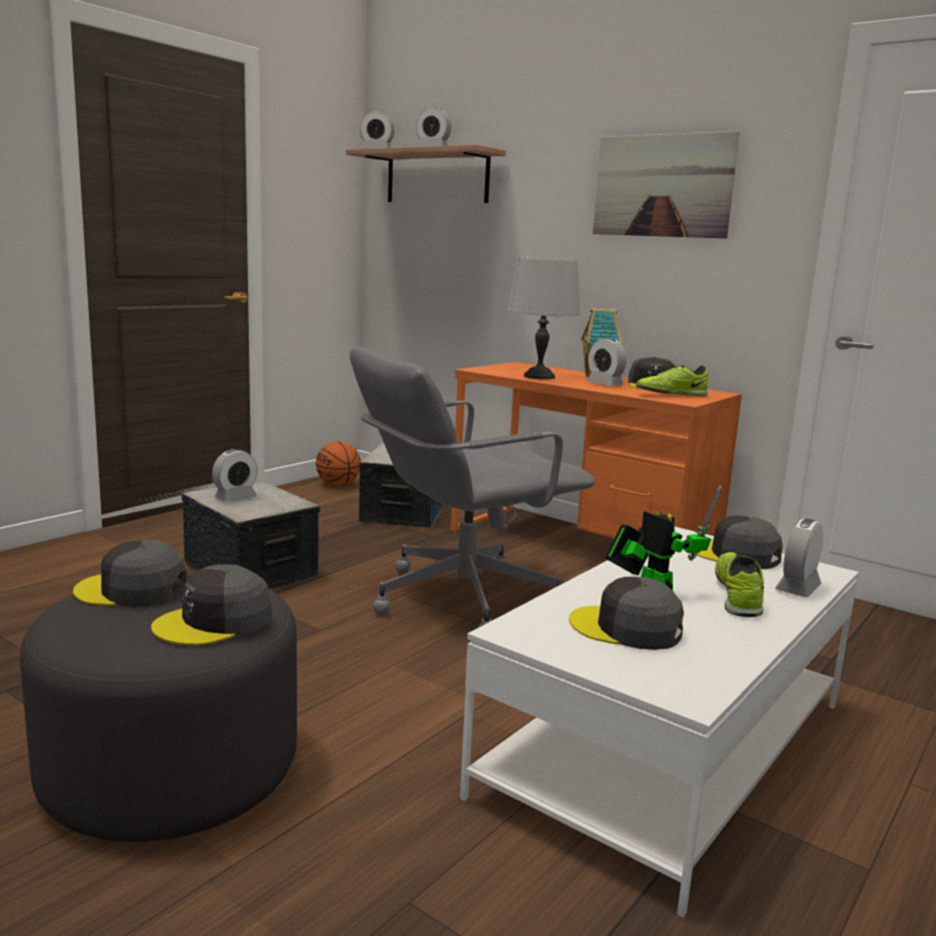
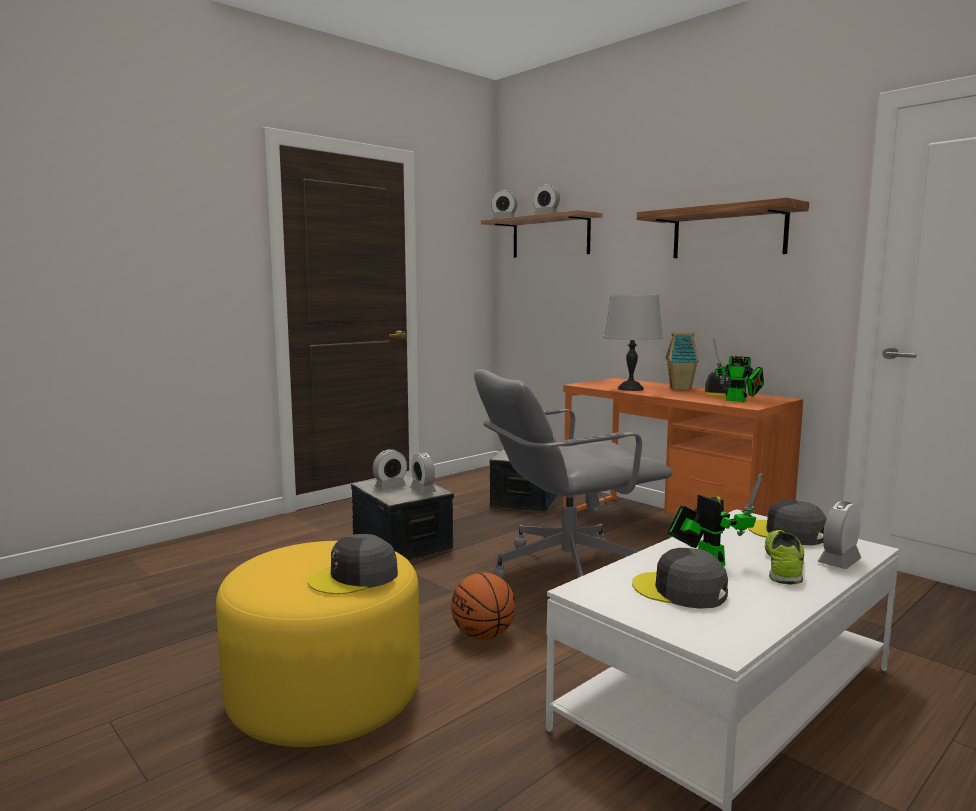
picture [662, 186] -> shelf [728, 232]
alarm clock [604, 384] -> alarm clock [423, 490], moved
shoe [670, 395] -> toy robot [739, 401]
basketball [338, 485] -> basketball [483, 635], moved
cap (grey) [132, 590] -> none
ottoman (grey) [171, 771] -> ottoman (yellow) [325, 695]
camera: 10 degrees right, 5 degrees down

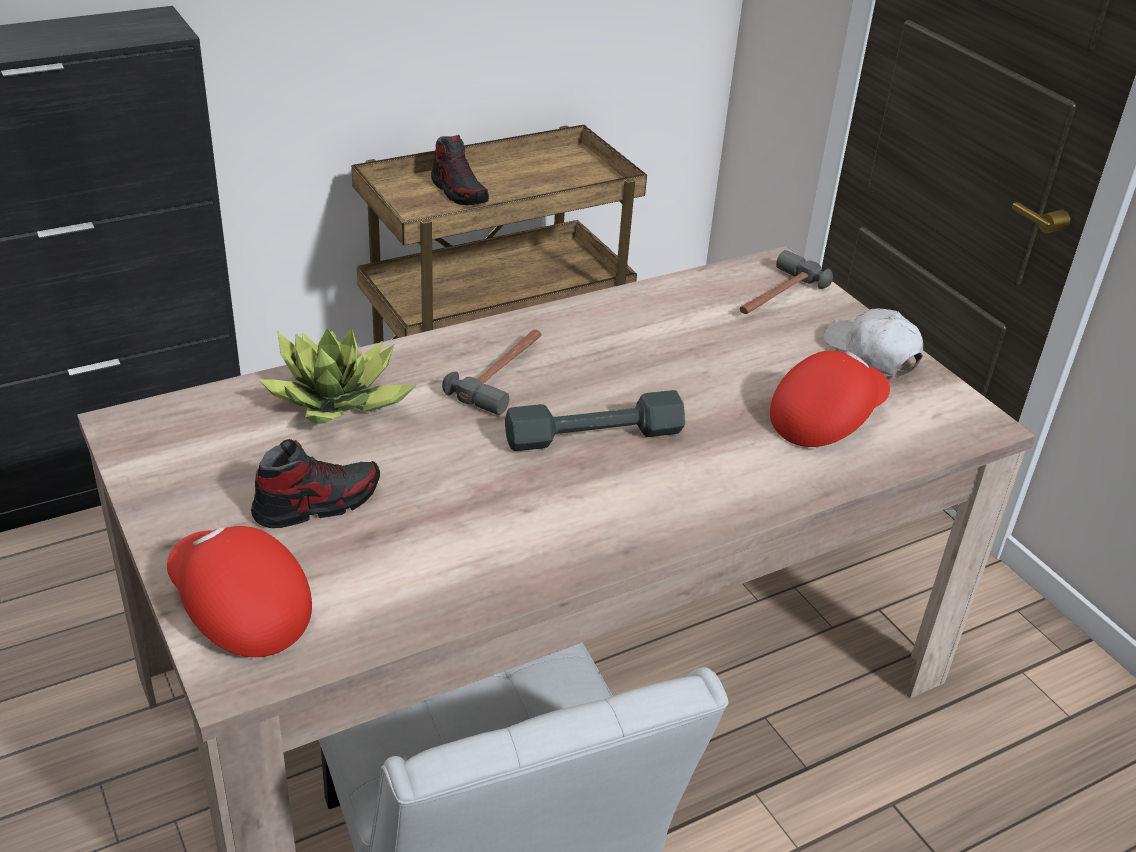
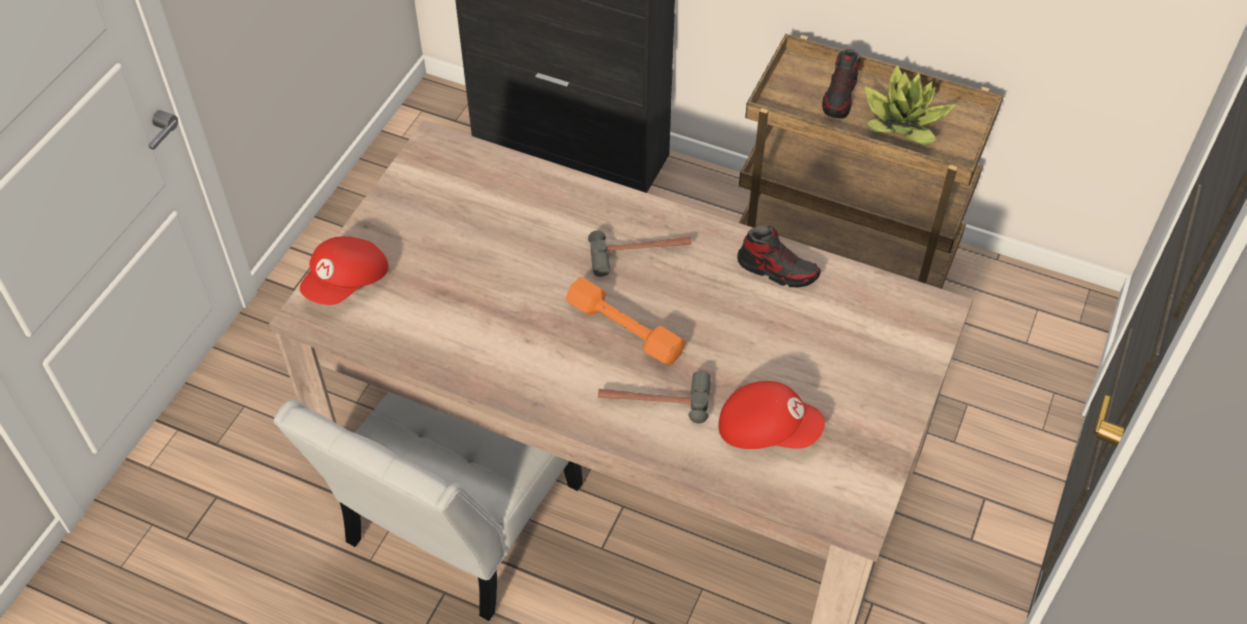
hammer [775, 296] -> hammer [653, 400], moved
cap (white) [871, 353] -> none
potted plant [337, 401] -> potted plant [903, 123], moved
dumbbell (grey) [594, 436] -> dumbbell (orange) [624, 329]
shoe [317, 503] -> shoe [777, 270], moved
cap (red) [239, 610] -> cap (red) [348, 283], 150 degrees counterclockwise
camera: 55 degrees right, 15 degrees up

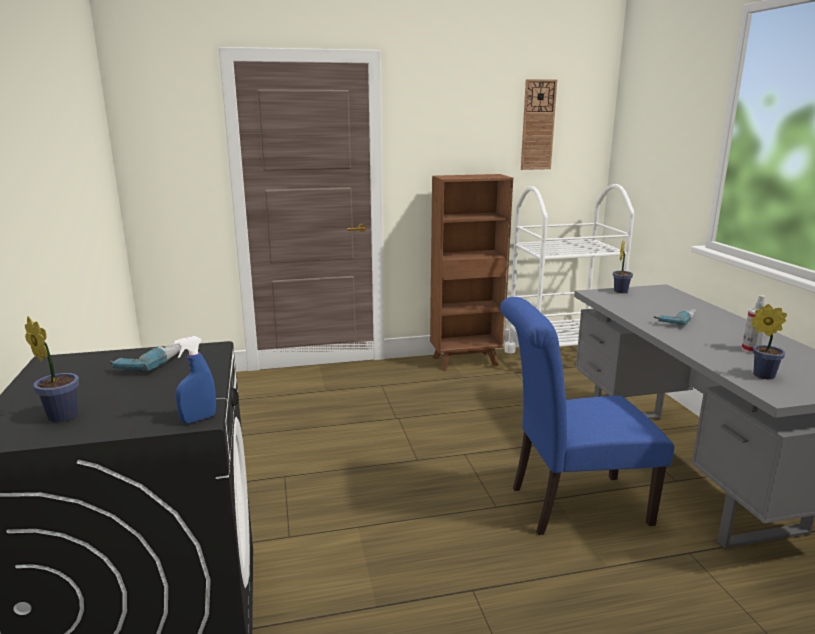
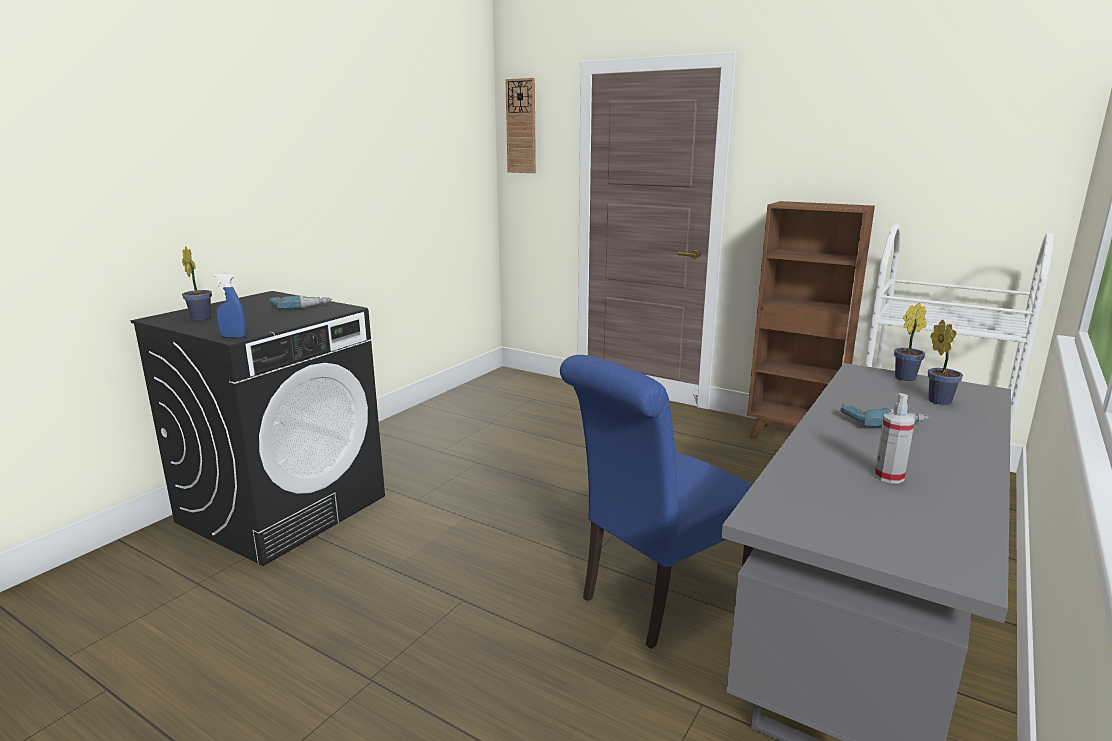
wall clock [538, 125] -> wall clock [521, 126], moved
chair (blue) [570, 505] -> chair (blue) [657, 597], 75 degrees counterclockwise
potted plant [760, 375] -> potted plant [937, 400], moved
camera: 45 degrees right, 0 degrees up

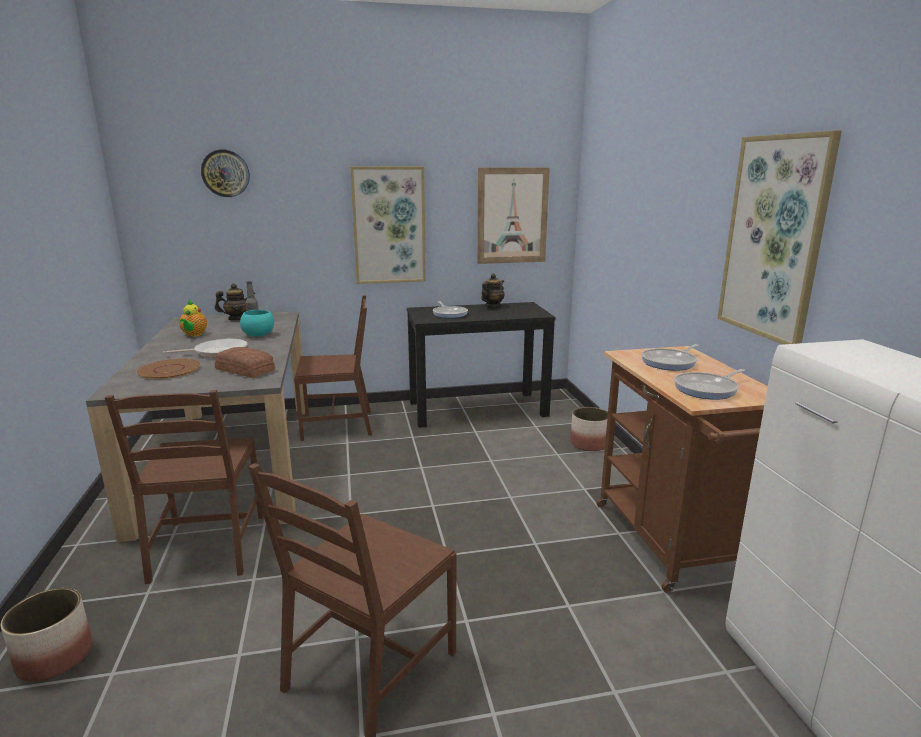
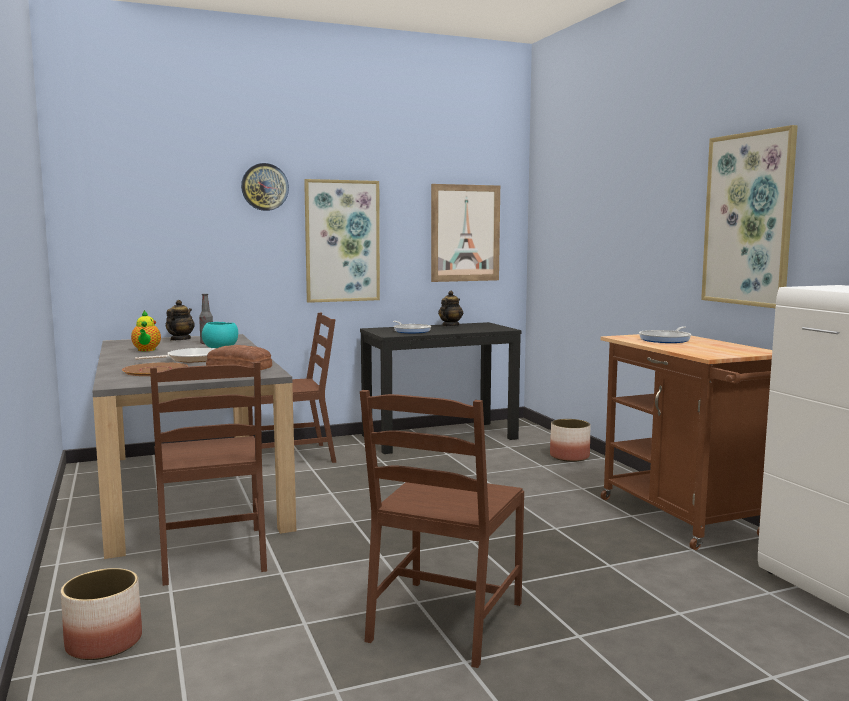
wall clock [225, 173] -> wall clock [264, 187], moved
teapot [237, 319] -> teapot [180, 339], 45 degrees counterclockwise
frying pan [708, 389] -> none
camera: 10 degrees left, 10 degrees down

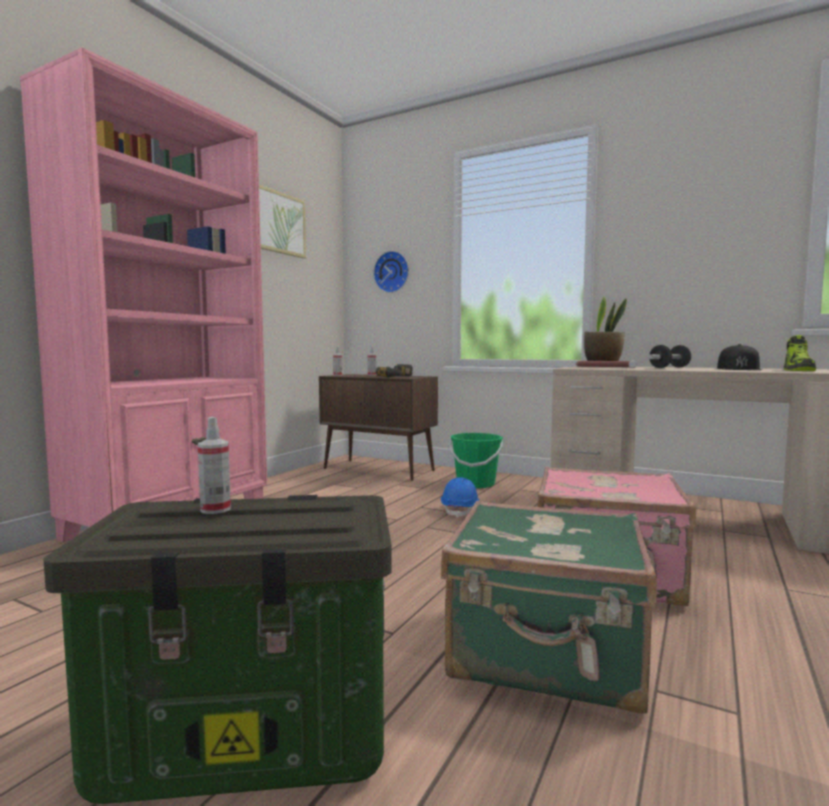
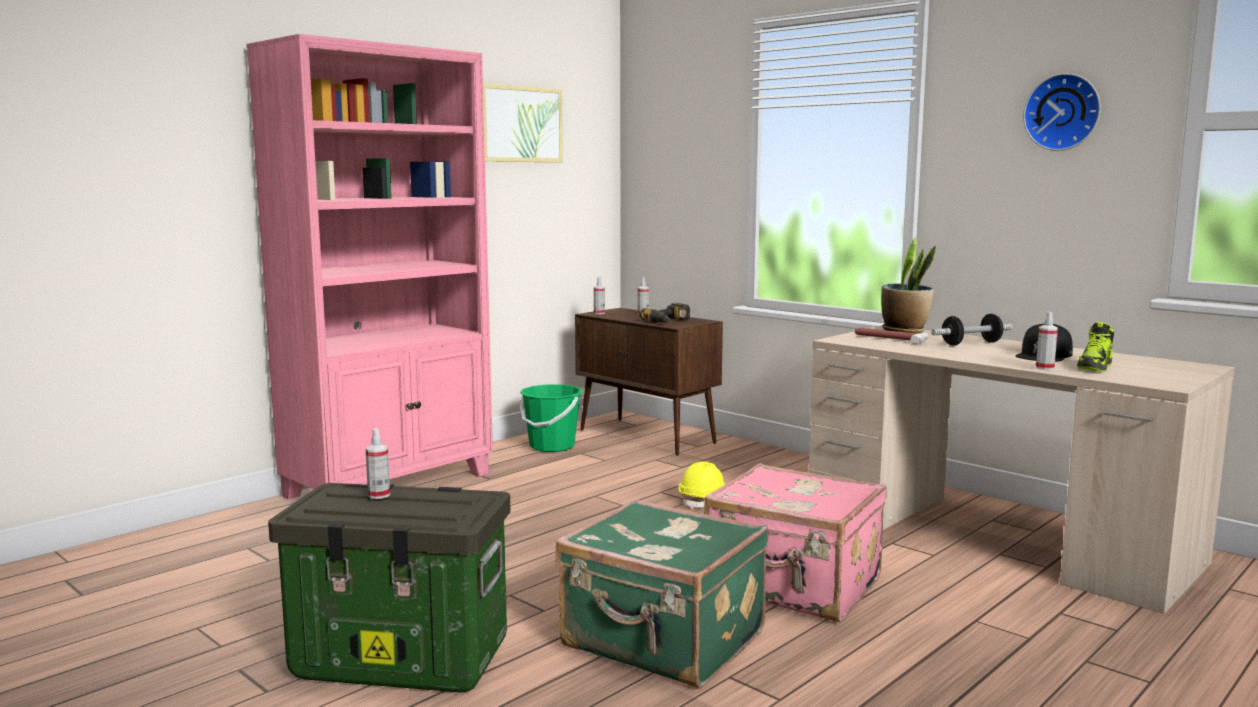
wall clock [392, 272] -> wall clock [1063, 112], moved
bucket (green) [475, 484] -> bucket (green) [552, 446], moved
hard hat (blue) [460, 510] -> hard hat (yellow) [704, 500]
none -> spray bottle [1045, 368]
camera: 15 degrees right, 5 degrees up

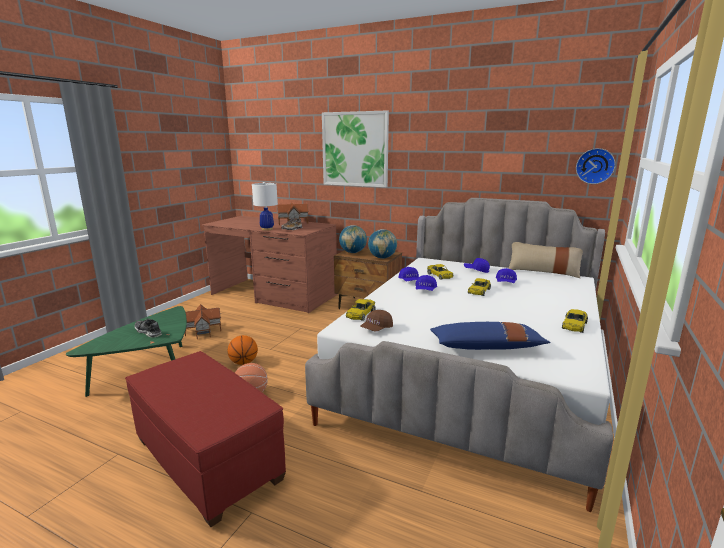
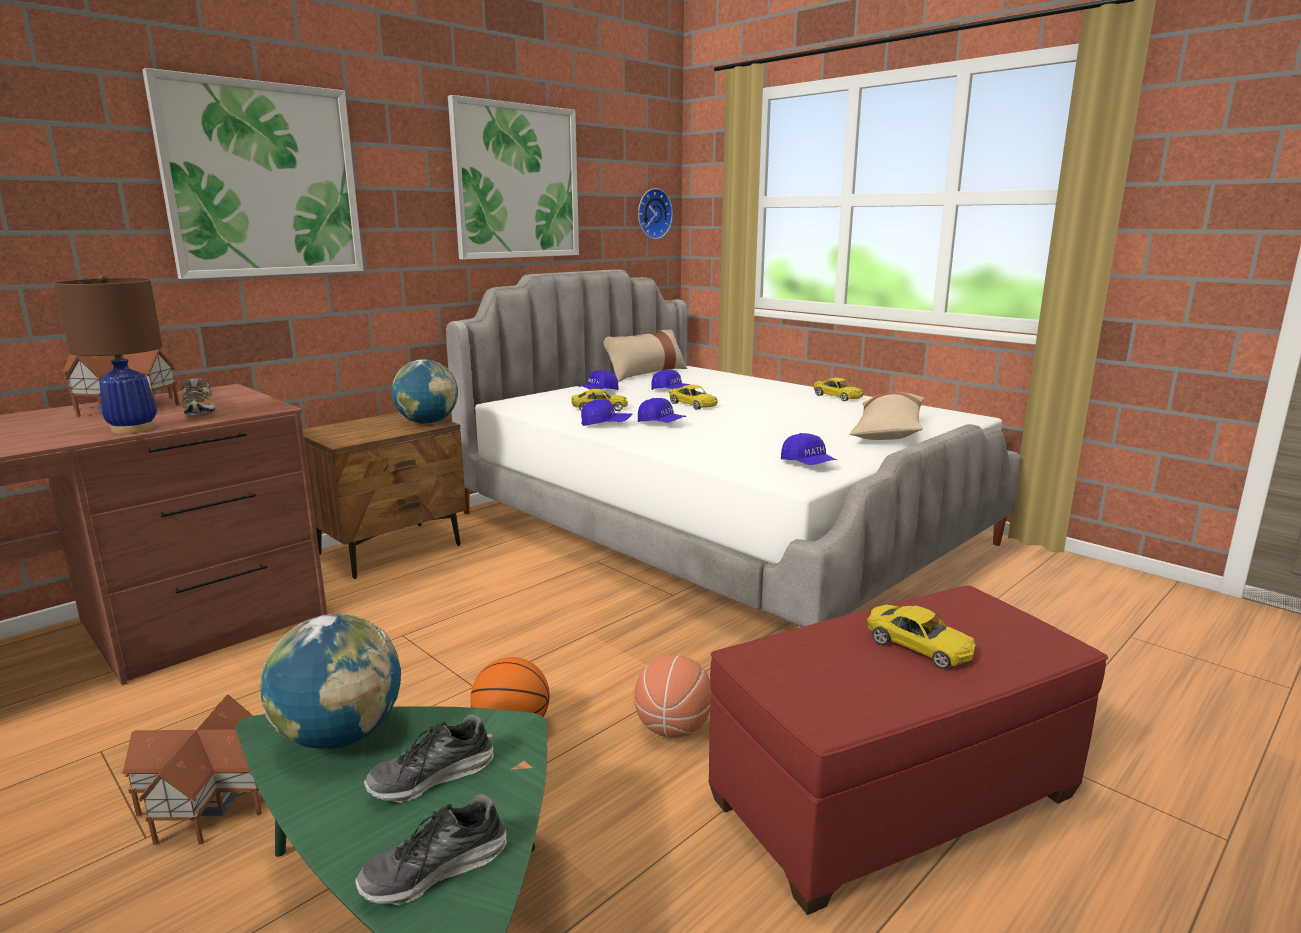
table lamp (white) [267, 229] -> table lamp (brown) [133, 429]
globe [353, 252] -> globe [340, 736], moved
toy car (yellow) [361, 314] -> toy car (yellow) [918, 646], moved
cap (brown) [376, 329] -> cap (blue) [808, 464]
pillow (blue) [486, 347] -> pillow (beige) [888, 431]
none -> picture [516, 182]
none -> shoe [435, 870]
camera: 70 degrees left, 0 degrees up

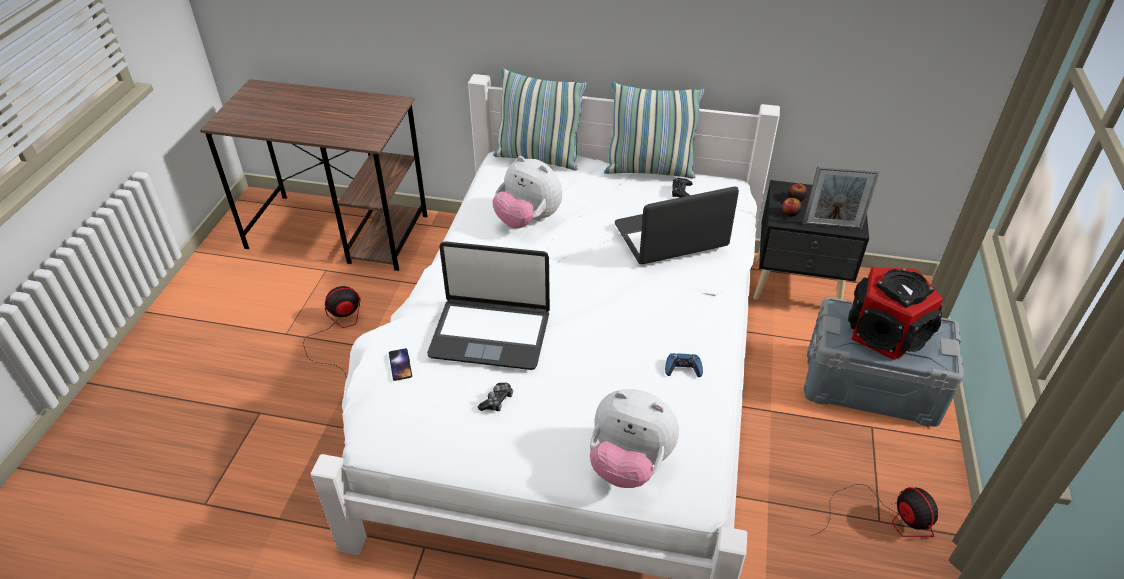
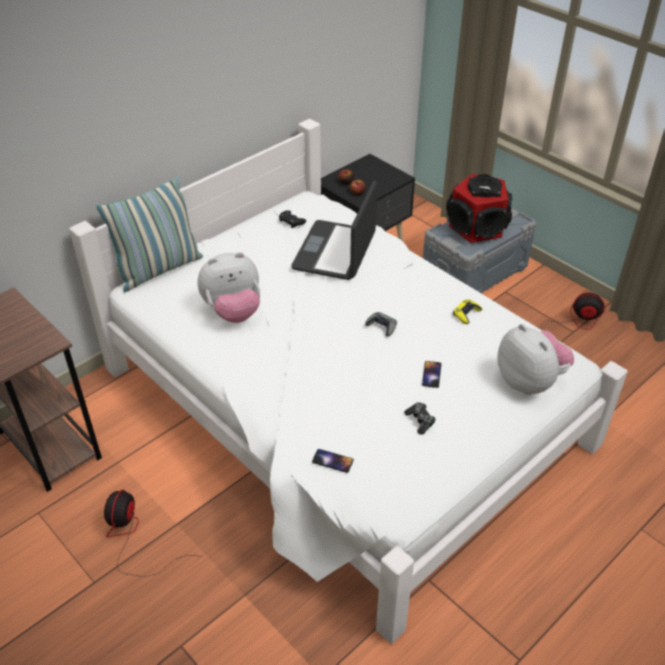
pillow [649, 170] -> none
picture frame [832, 226] -> none
laptop [490, 334] -> none
game controller (blue) [683, 368] -> game controller (yellow) [466, 314]
plush toy [629, 463] -> plush toy [530, 381], 90 degrees counterclockwise
none -> game controller (grey) [382, 326]
none -> phone [431, 374]
camera: 55 degrees left, 0 degrees up

